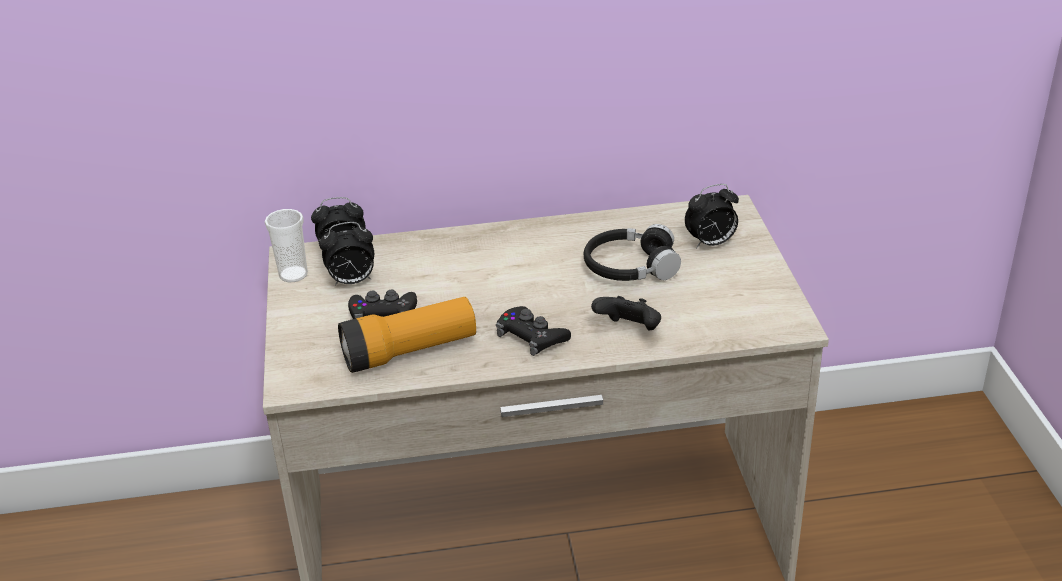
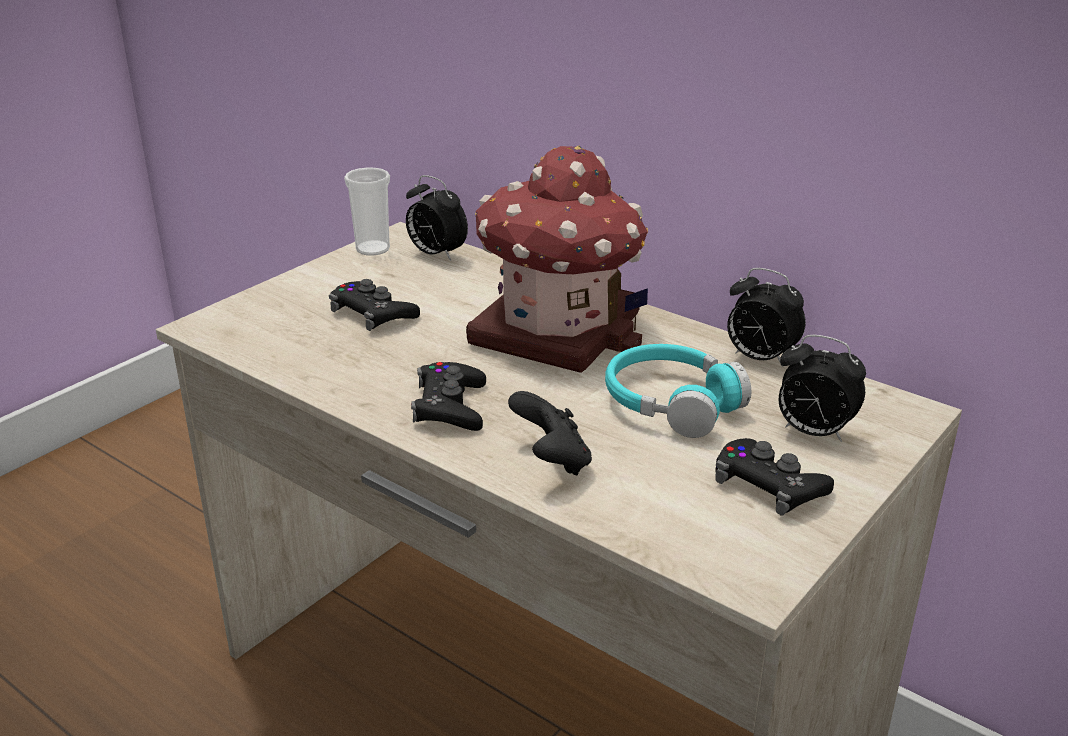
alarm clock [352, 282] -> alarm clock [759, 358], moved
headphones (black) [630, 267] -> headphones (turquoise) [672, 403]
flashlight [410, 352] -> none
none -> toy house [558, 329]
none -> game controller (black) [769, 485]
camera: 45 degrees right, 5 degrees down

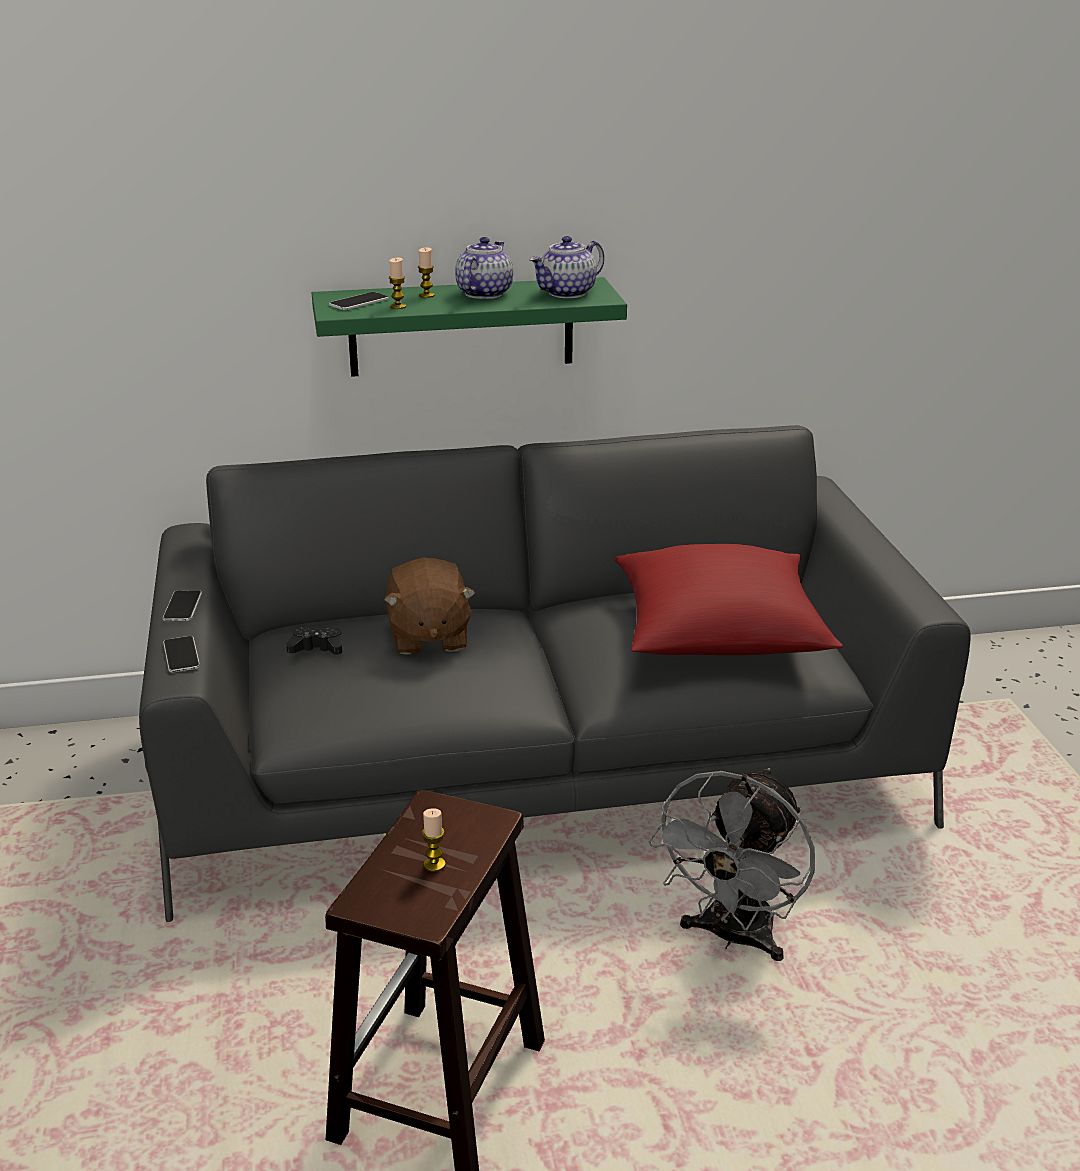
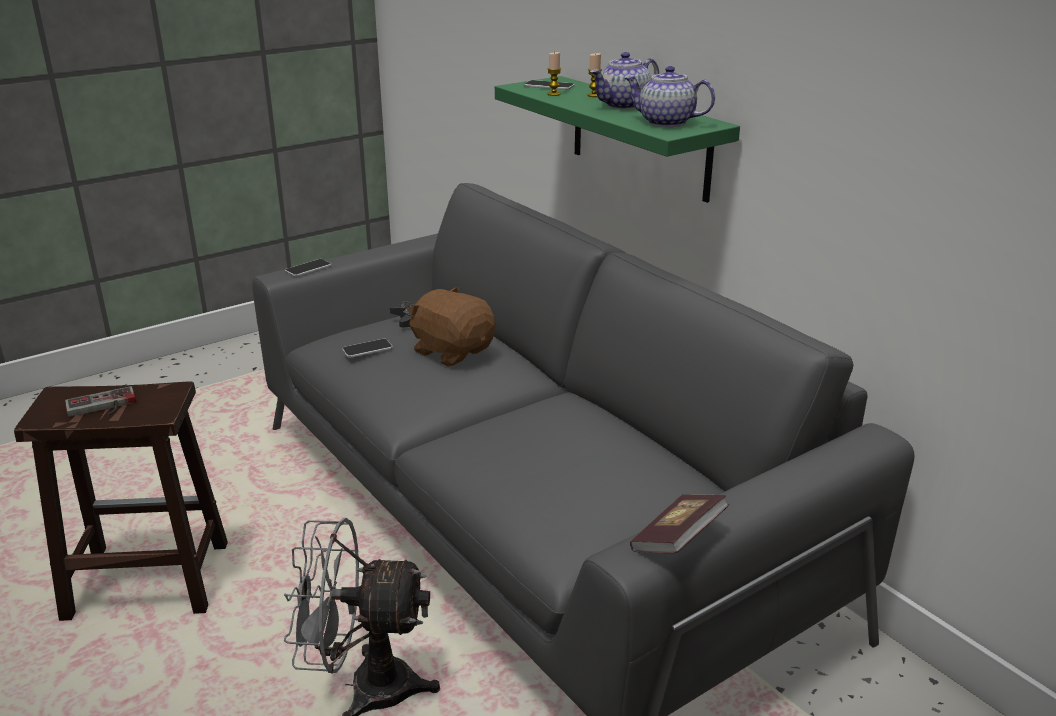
teapot [484, 293] -> teapot [624, 105], 150 degrees clockwise
pillow (red) [719, 633] -> none
plush toy (brown) [428, 637] -> plush toy (brown) [452, 351], 75 degrees clockwise
phone [182, 607] -> phone [367, 349], moved
candle [434, 865] -> game controller [102, 407]
none -> book [677, 540]
camera: 65 degrees right, 0 degrees up

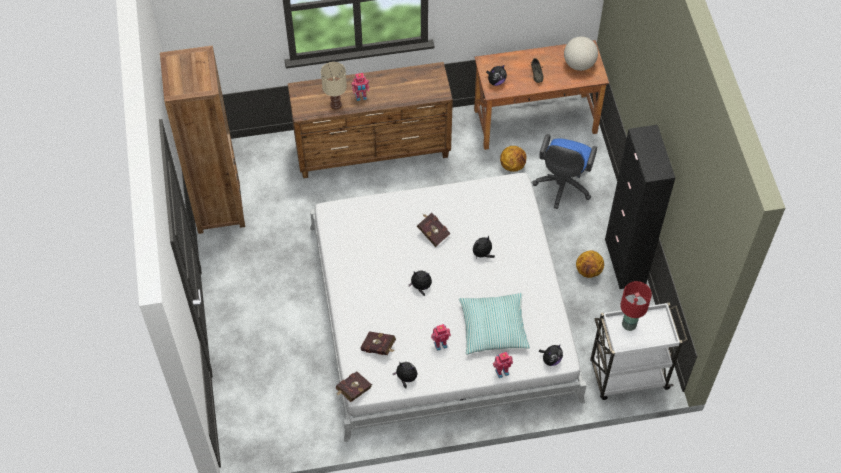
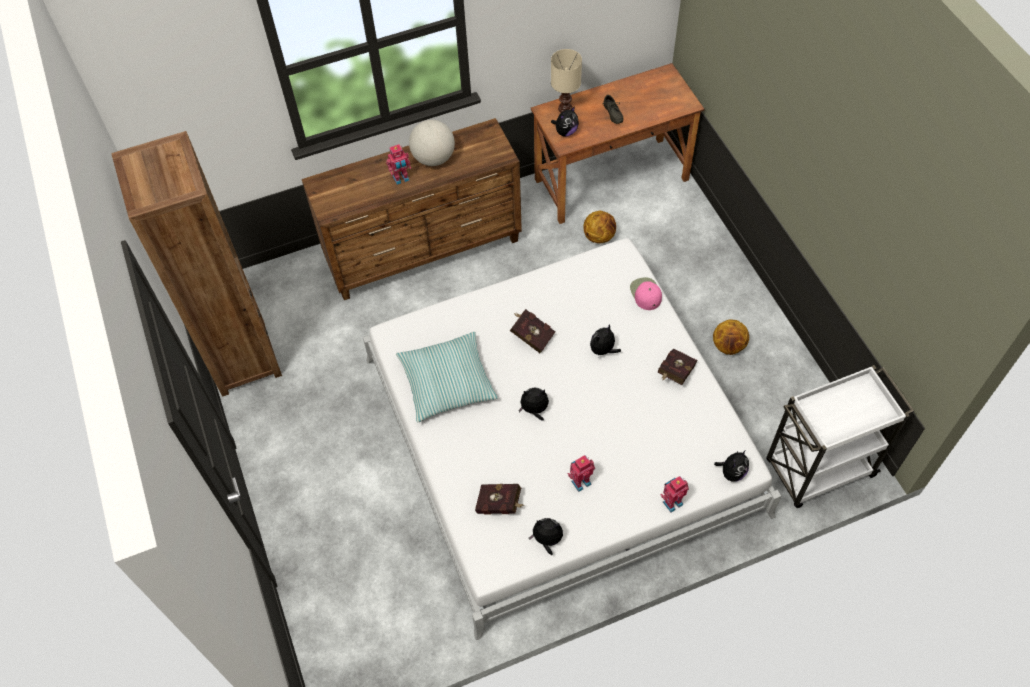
globe [579, 64] -> globe [434, 158], moved
table lamp (beige) [336, 105] -> table lamp (beige) [565, 109], moved
cabinet (black) [624, 262] -> none
office chair (blue) [562, 187] -> none
table lamp (red) [629, 324] -> none
pillow [493, 328] -> pillow [447, 382], moved
book (red) [352, 391] -> book (red) [674, 373], moved
none -> cap (pink) [645, 293]
camera: 10 degrees left, 0 degrees up

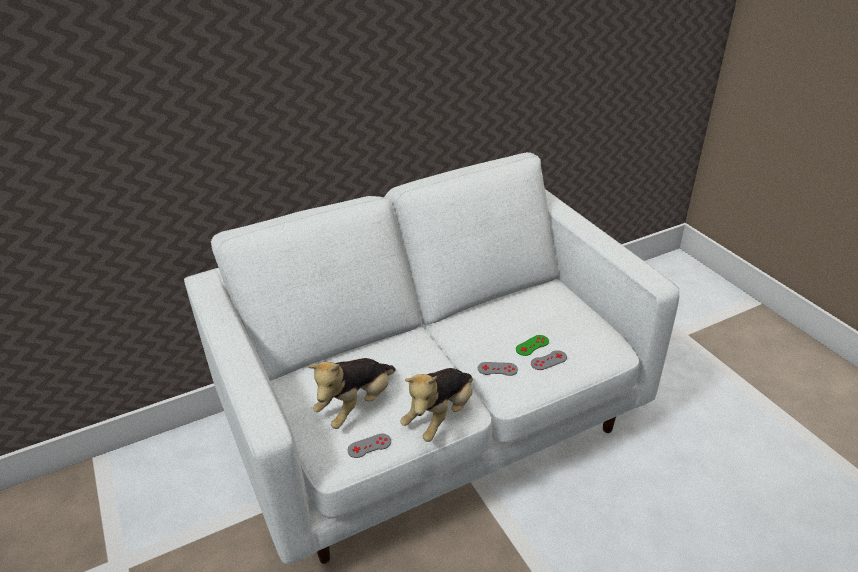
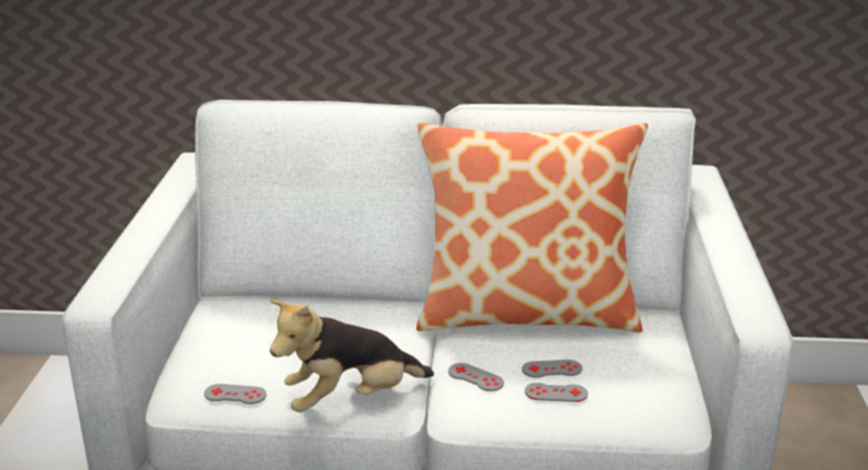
game controller (green) [532, 345] -> game controller (grey) [552, 369]
plush toy [356, 405] -> none
none -> pillow [526, 313]
camera: 30 degrees right, 10 degrees down

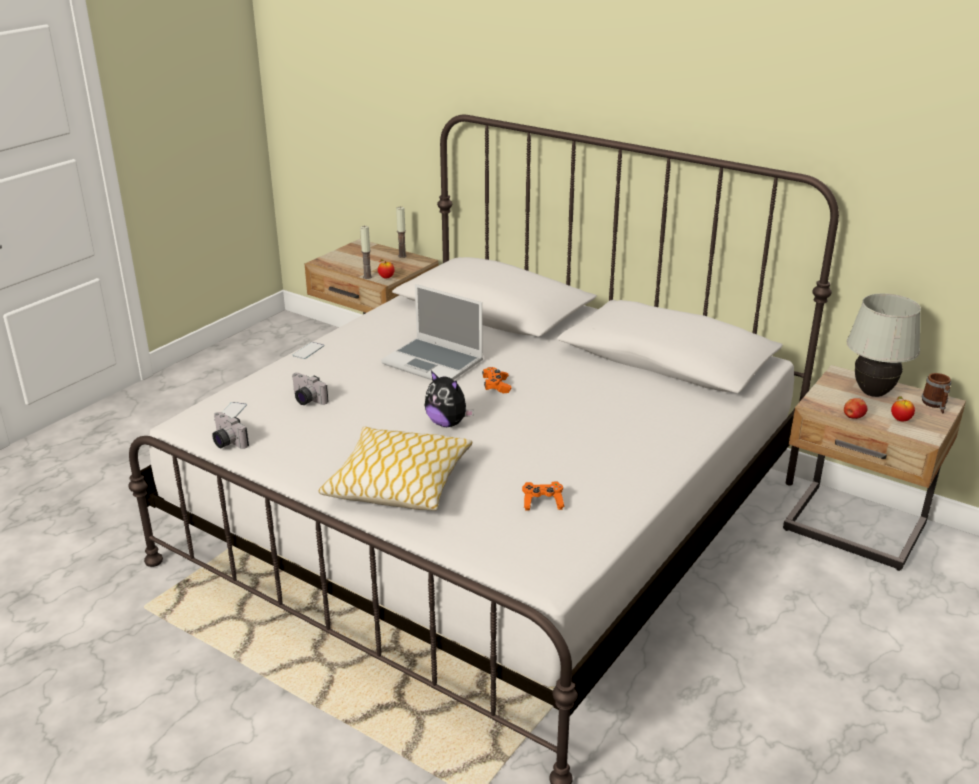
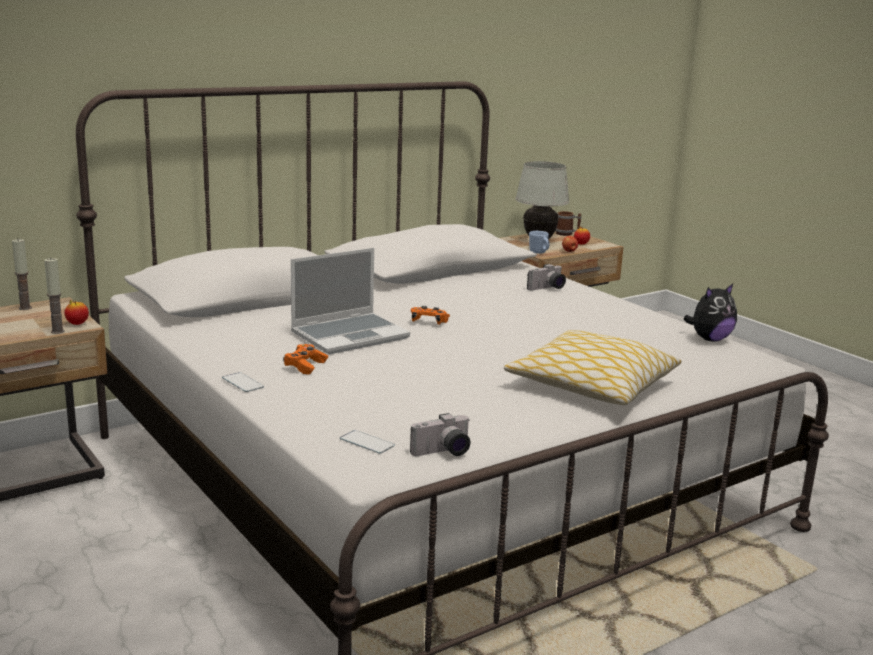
plush toy [447, 423] -> plush toy [709, 339], moved
photo camera [306, 400] -> photo camera [547, 288], moved
game controller (orange) [542, 502] -> game controller (orange) [305, 366], moved
none -> mug (blue) [539, 253]
camera: 70 degrees left, 10 degrees down

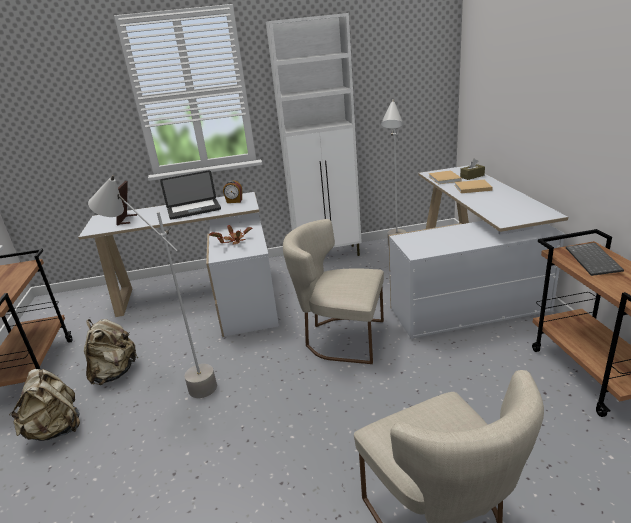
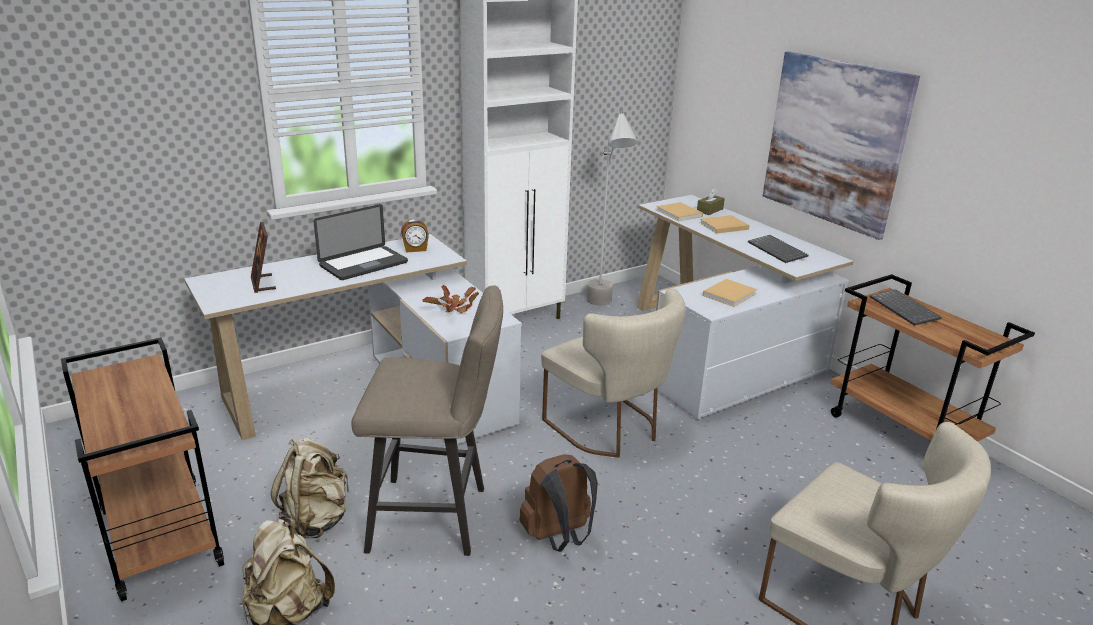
floor lamp (grey) [182, 384] -> stool (beige) [437, 518]
chair (beige) [340, 338] -> chair (beige) [610, 429], 120 degrees counterclockwise
none -> picture [834, 142]
none -> keyboard [778, 250]
none -> book (beige) [730, 294]
none -> backpack (brown) [559, 537]
camera: 25 degrees left, 0 degrees up

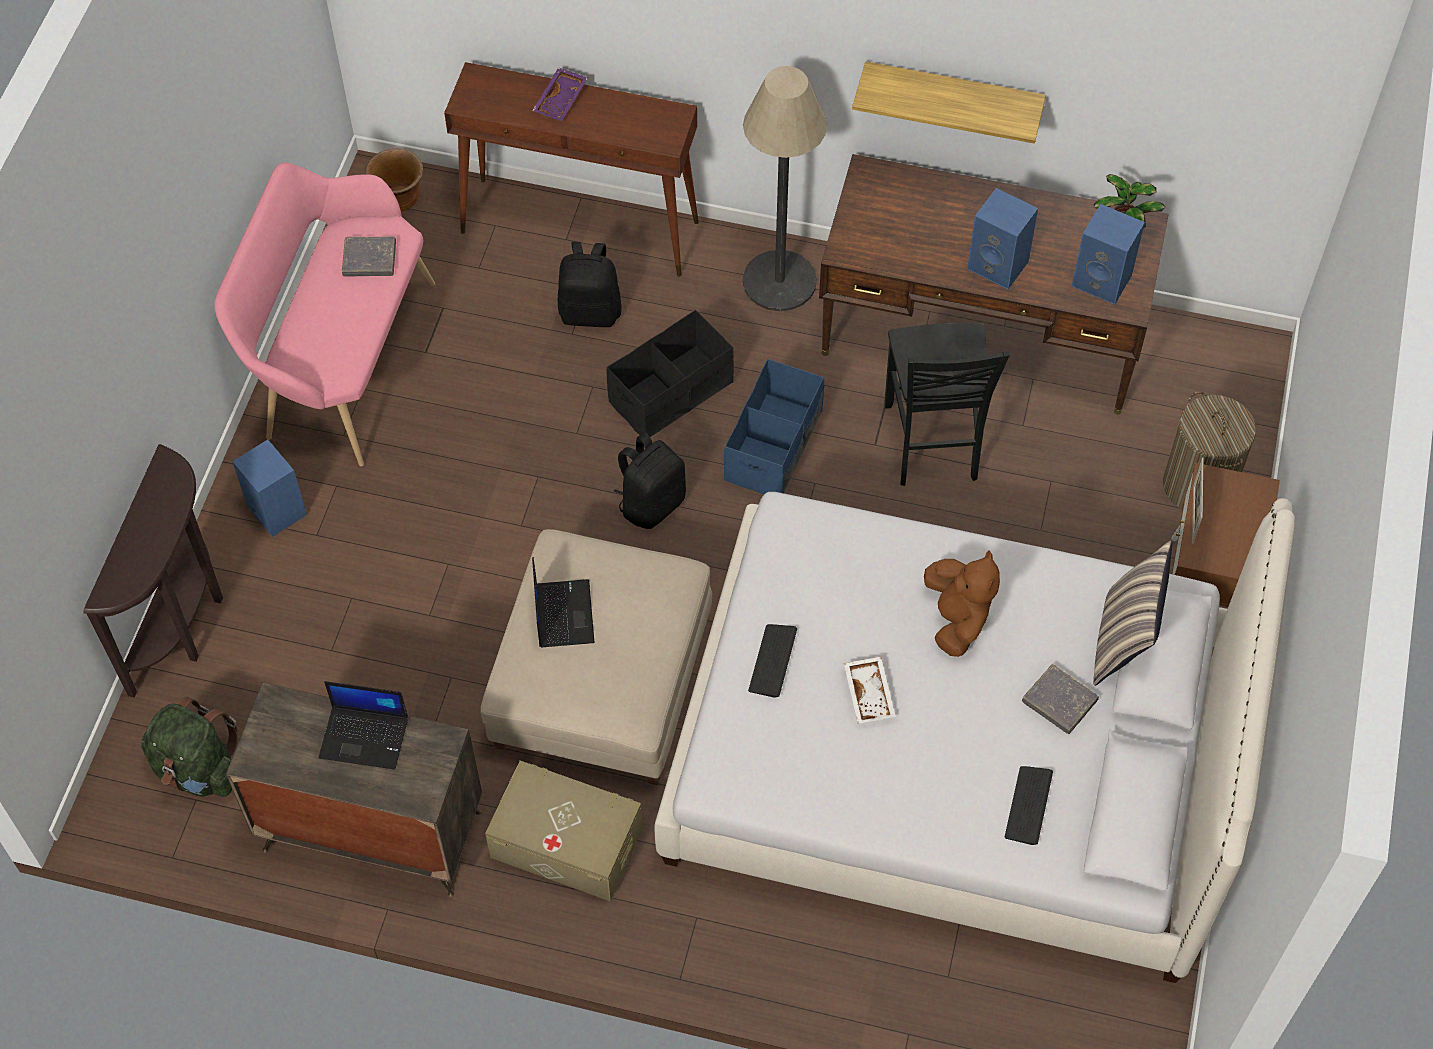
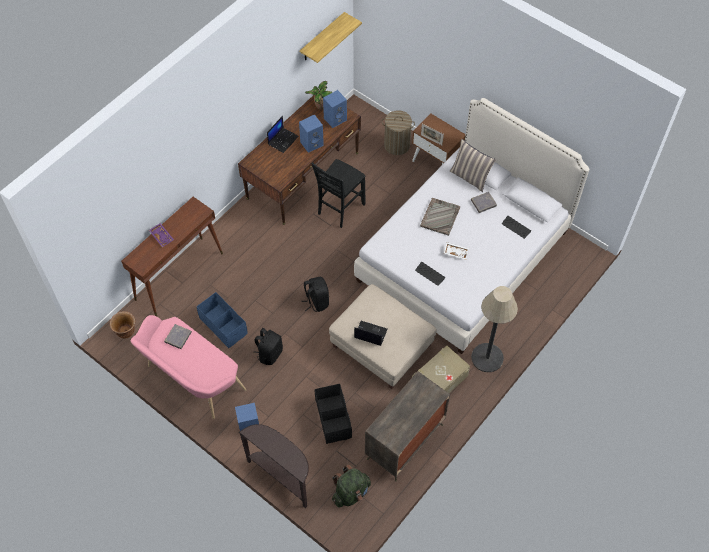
shelf [953, 95] -> shelf [322, 37], moved
floor lamp [779, 281] -> floor lamp [487, 357], moved
backpack (black) [590, 311] -> backpack (black) [269, 354], moved
storage box (black) [671, 393] -> storage box (black) [333, 418], moved
chair (black) [932, 444] -> chair (black) [339, 209], 105 degrees clockwise
storage box (blue) [774, 446] -> storage box (blue) [223, 326], moved
plush toy (brown) [957, 619] -> tray (grey) [440, 216]
laptop [365, 737] -> laptop [283, 140], moved
camera: 65 degrees left, 0 degrees up

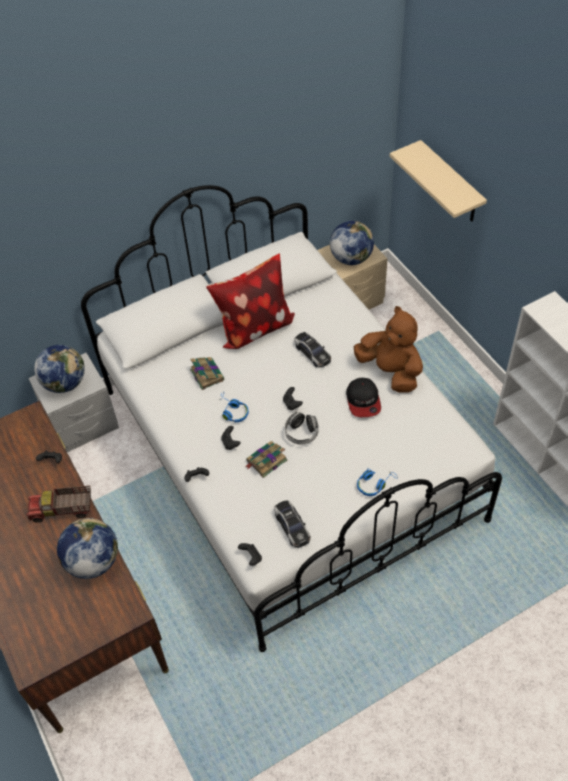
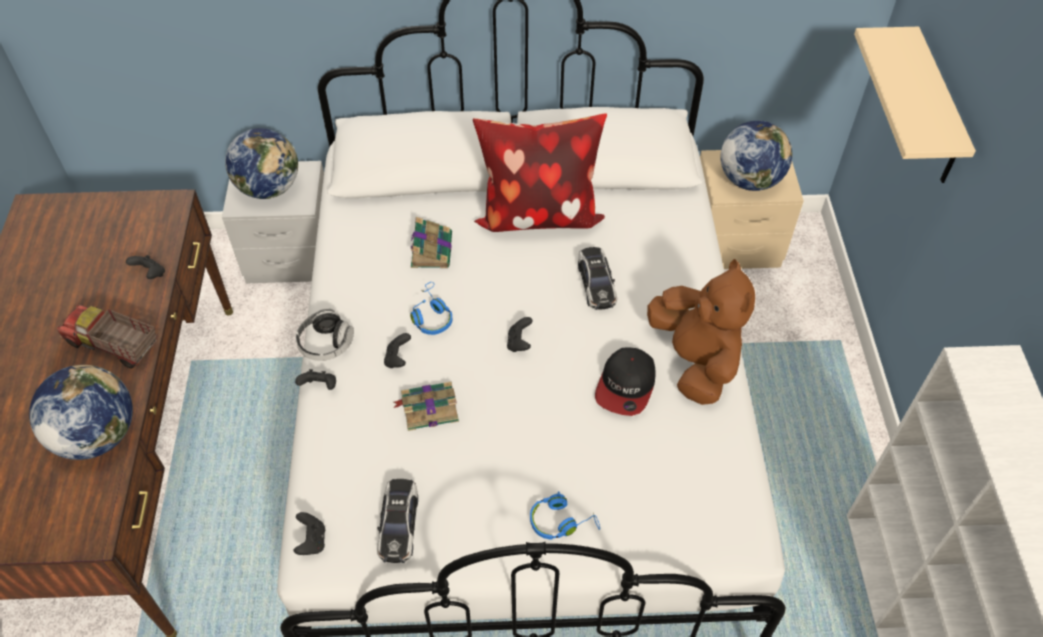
headphones [301, 433] -> headphones [326, 344], moved
camera: 25 degrees right, 0 degrees up

